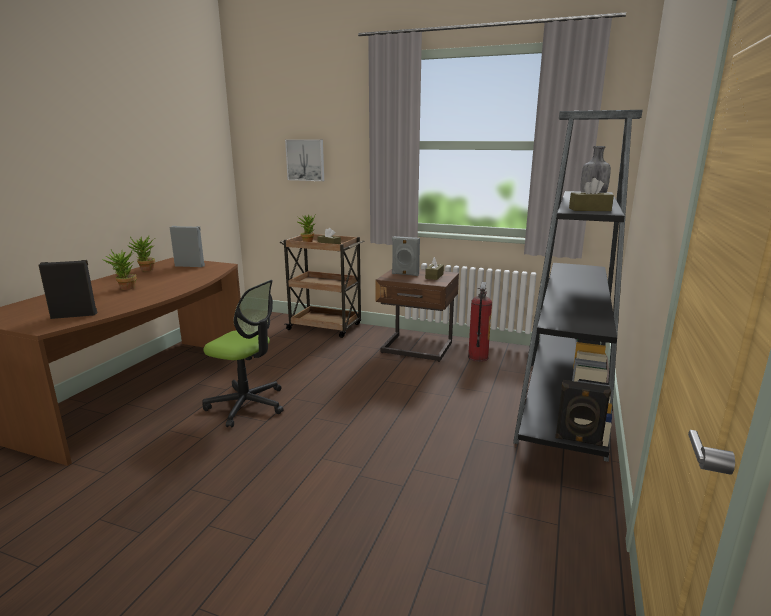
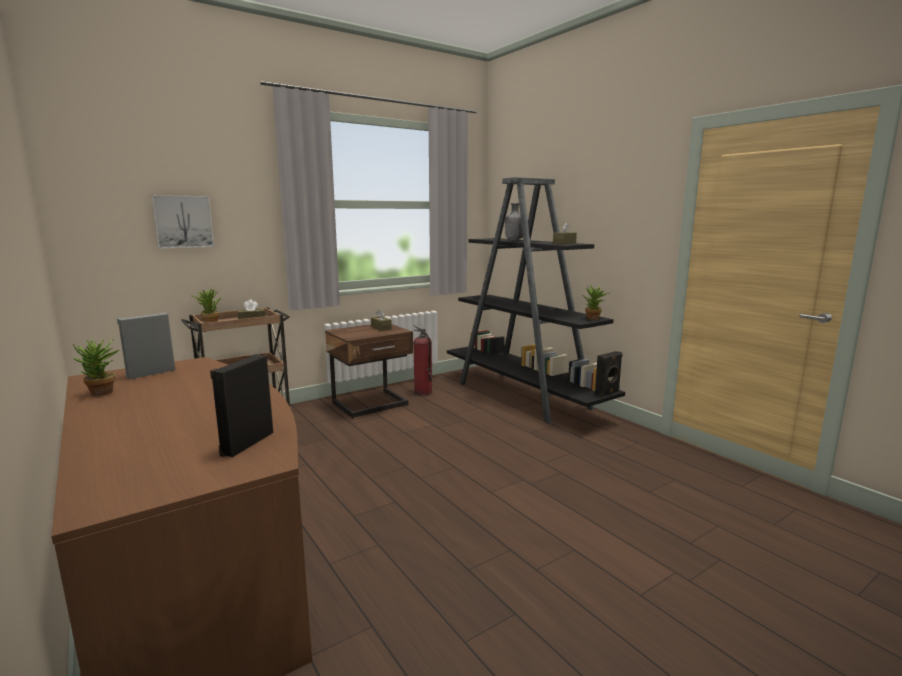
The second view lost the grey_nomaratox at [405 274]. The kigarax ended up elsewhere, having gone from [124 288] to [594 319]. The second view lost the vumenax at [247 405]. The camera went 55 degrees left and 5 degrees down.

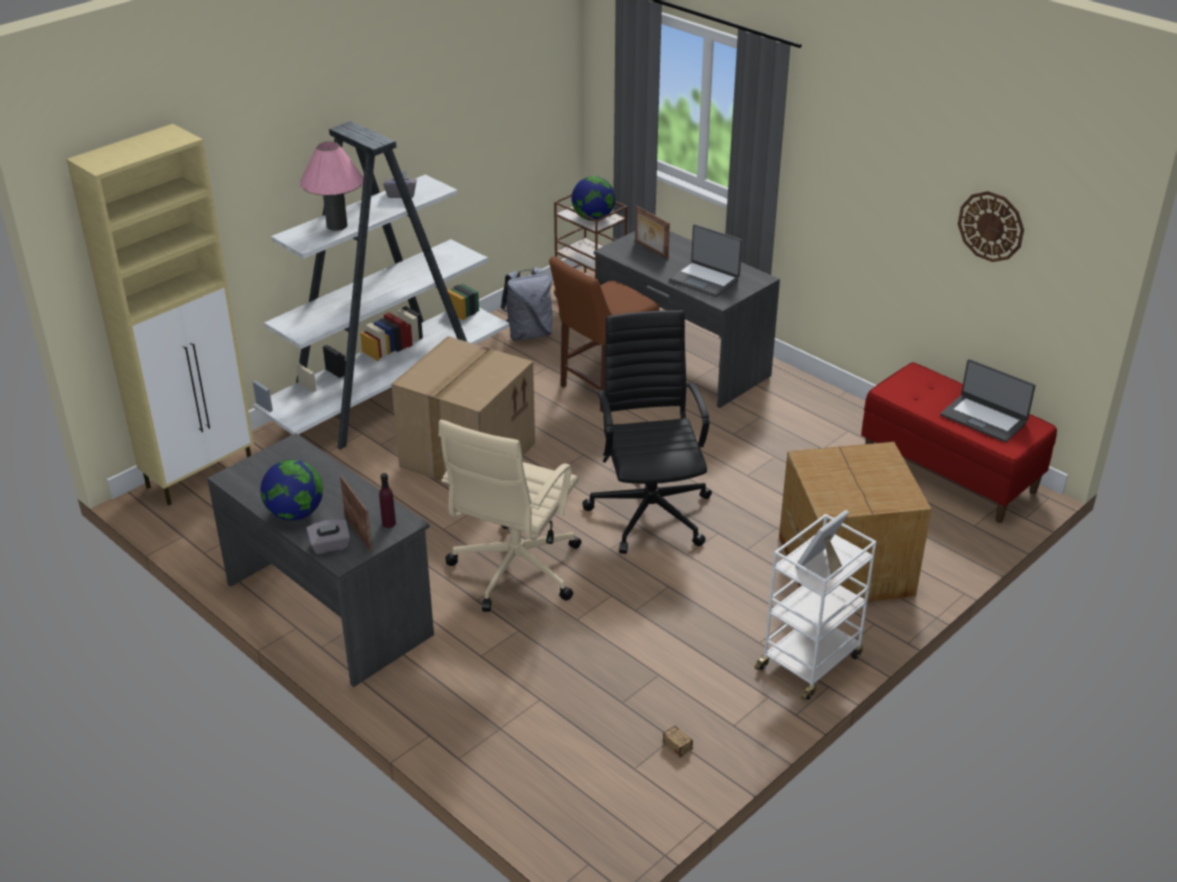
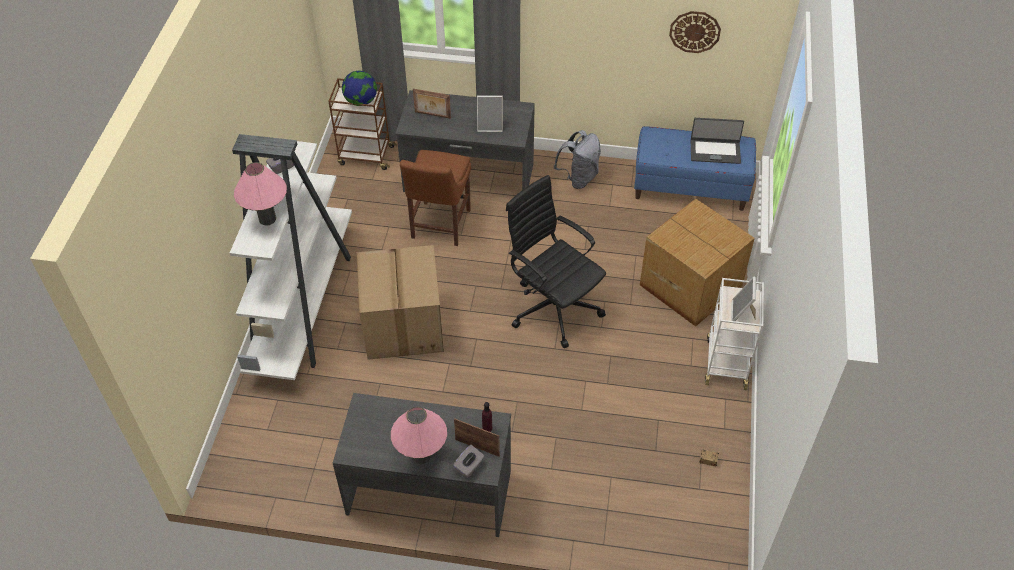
The second view lost the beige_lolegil at [201 474]. Where the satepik stood at [704 280], the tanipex came to stand at [490 126]. The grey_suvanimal ended up elsewhere, having gone from [529 334] to [578 178]. What was the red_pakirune at [949 473] turned into the blue_pakirune at [690 187]. The second view lost the beige_vumenax at [514 571]. Where the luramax stood at [295 514], the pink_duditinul came to stand at [421 456]. The camera went 35 degrees left and 15 degrees up.

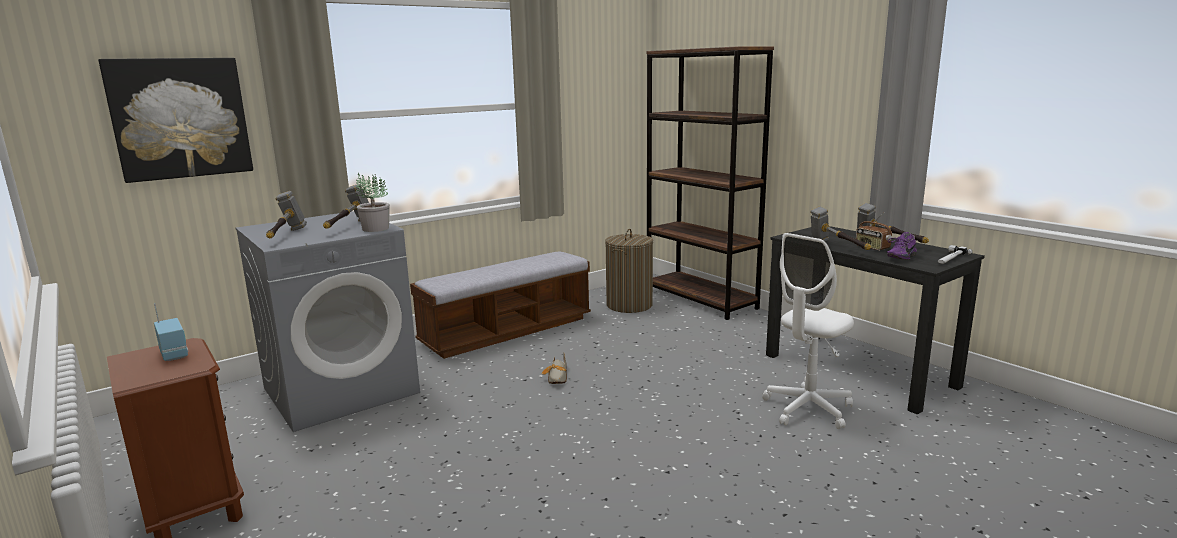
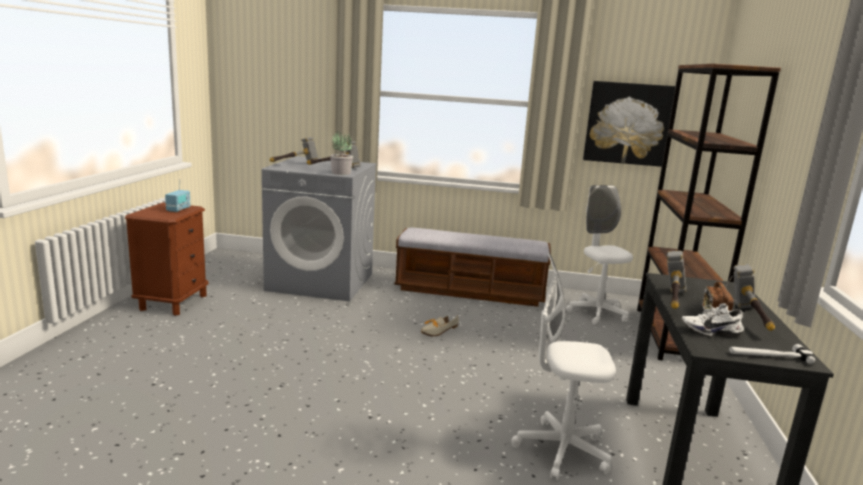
The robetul ended up elsewhere, having gone from [180 118] to [628 123]. Where the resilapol stood at [629 305], the white_vumenax came to stand at [596 313]. What was the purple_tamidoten at [899 257] turned into the white_tamidoten at [710 331]. The camera went 45 degrees right and 0 degrees up.

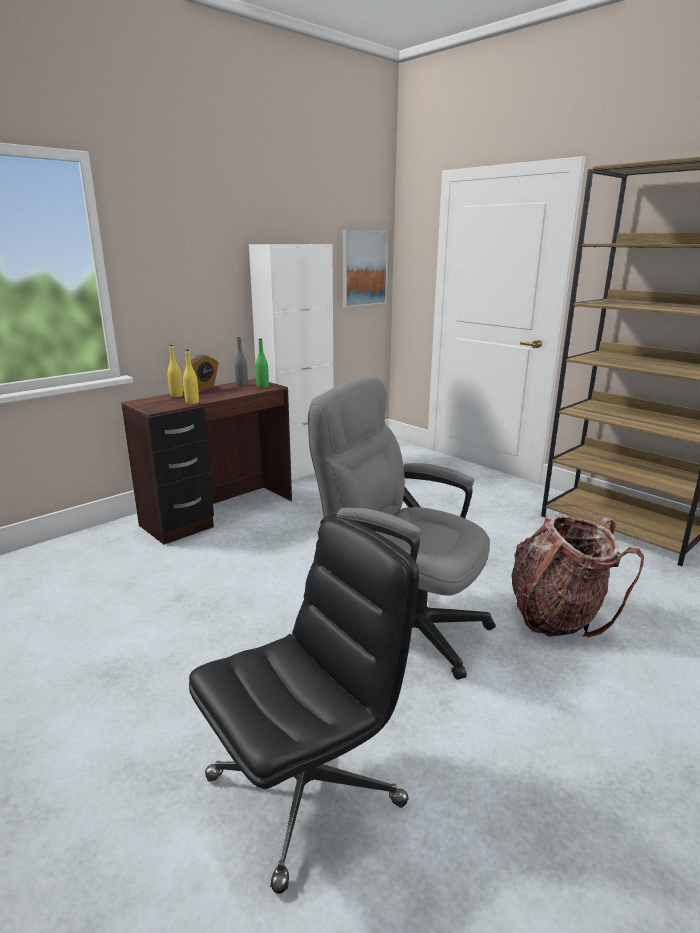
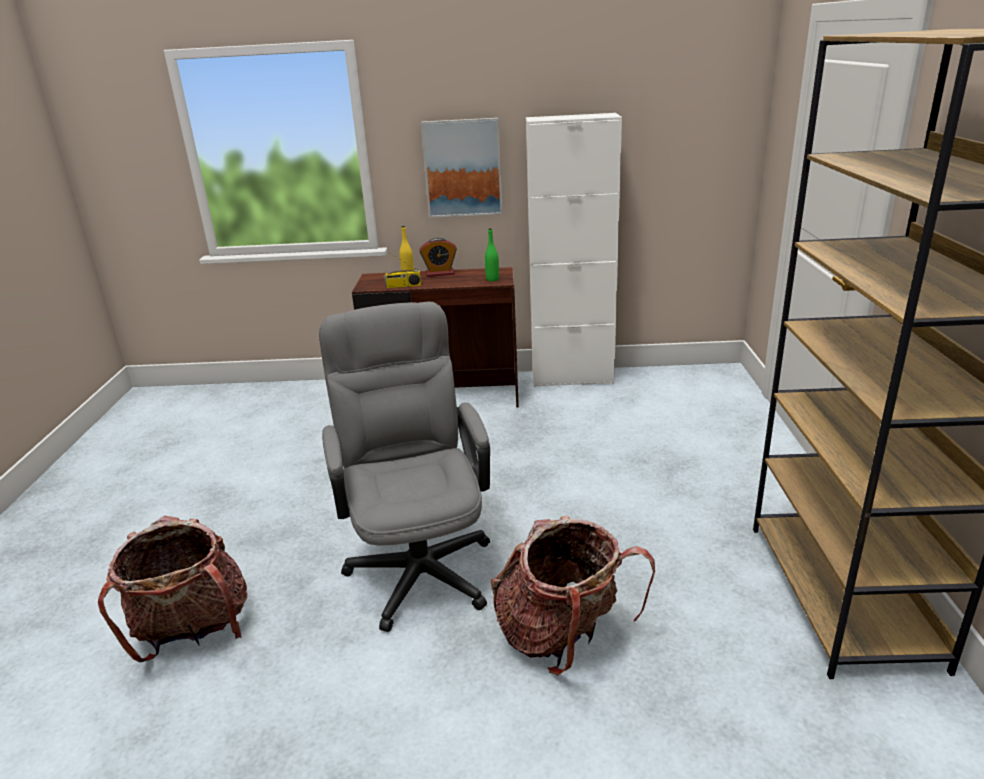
The robetul ended up elsewhere, having gone from [363 268] to [463 168]. The second view lost the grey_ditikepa at [242 385]. Where the yellow_ditikepa stood at [192 402], the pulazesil came to stand at [403 286]. Where the black_vumenax stood at [306 788], the suvanimal came to stand at [193 631]. The camera went 45 degrees right and 5 degrees up.

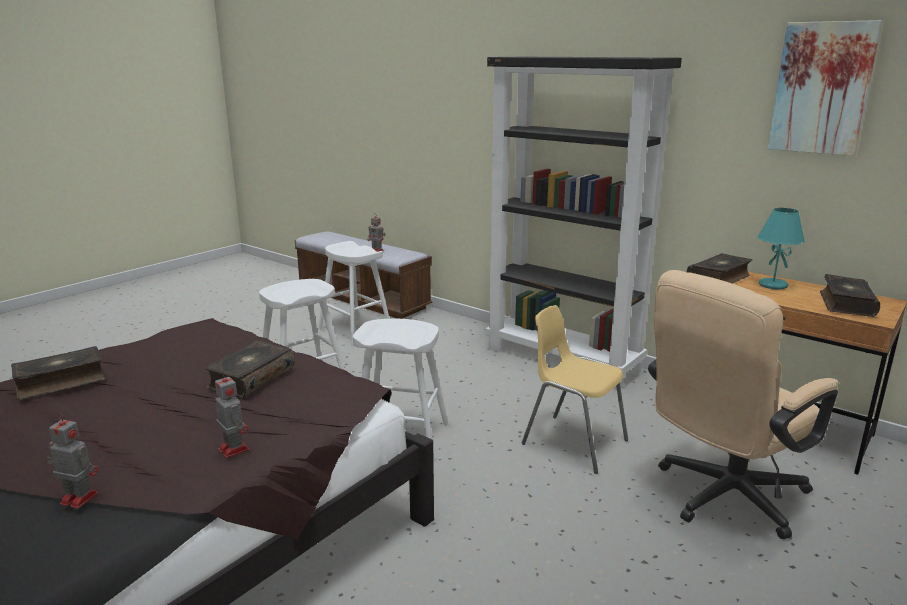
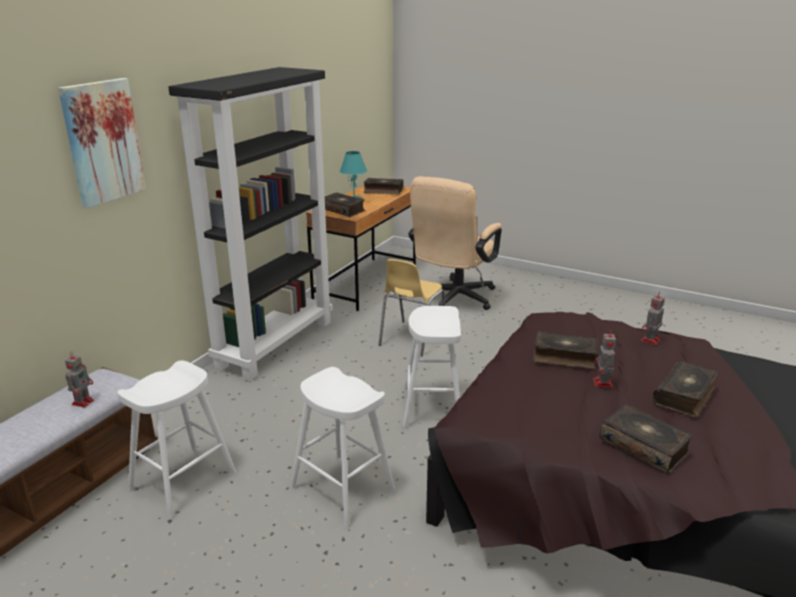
The robetul ended up elsewhere, having gone from [822 88] to [103 142]. The beige_vumenax at [722 498] ended up facing another way, 75 degrees clockwise from before. The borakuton ended up elsewhere, having gone from [78 498] to [602 383]. The second view gained the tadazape at [685 396]. The camera went 100 degrees left and 5 degrees up.

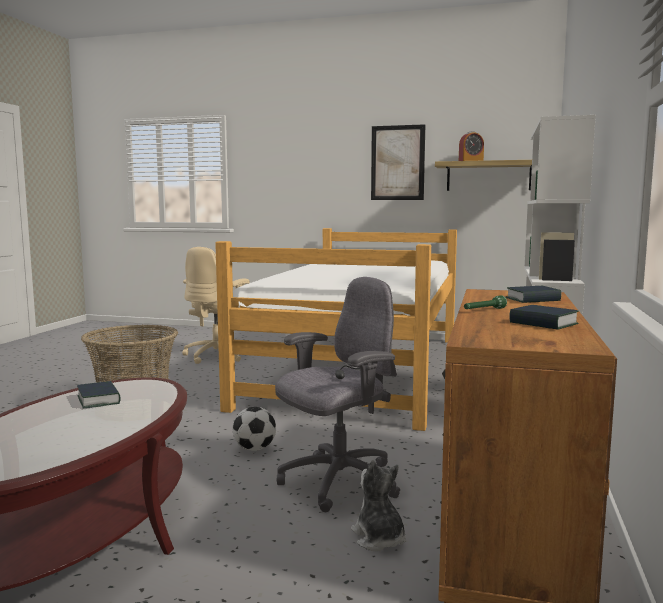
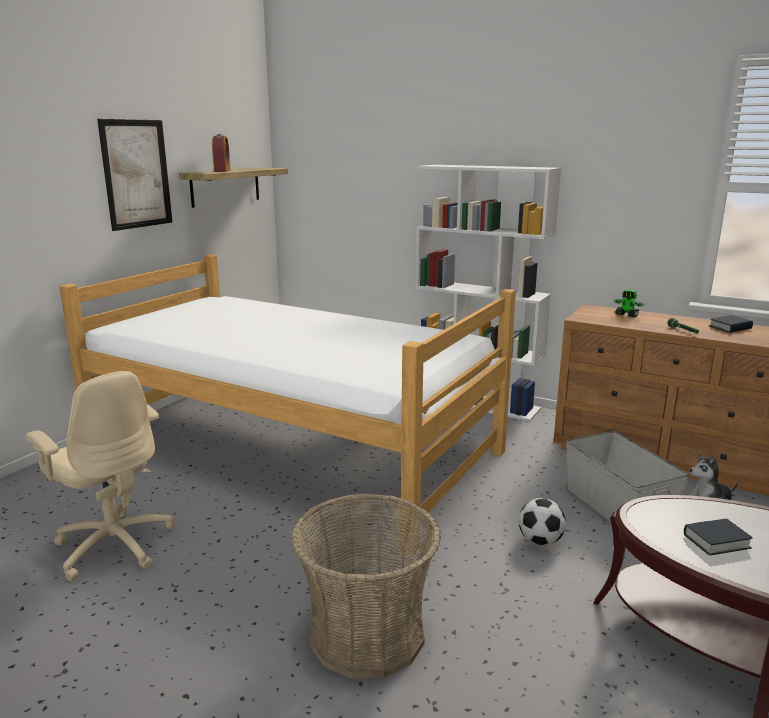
Where the grey_vumenax stood at [338 482], the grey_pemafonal came to stand at [617 507]. Where the tadazape stood at [533 299], the borakuton came to stand at [627 315]. The camera went 75 degrees left and 10 degrees up.

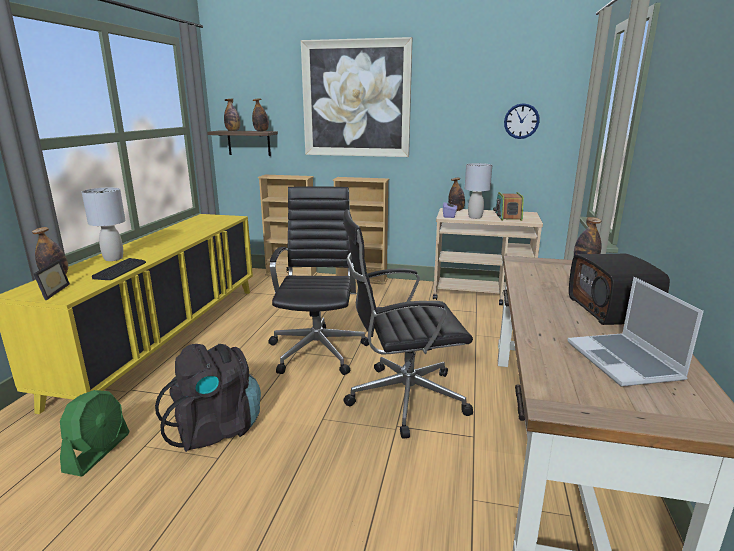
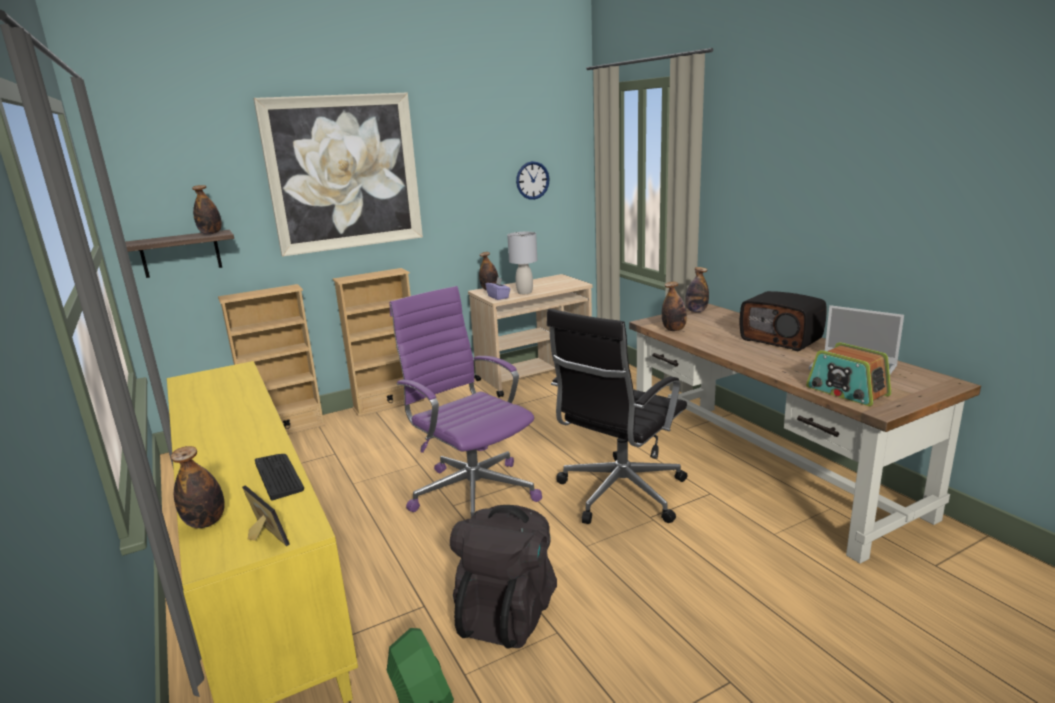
The ditikepa ended up elsewhere, having gone from [233 131] to [674 329]. What was the black_vumenax at [318 349] turned into the purple_vumenax at [472 492]. The second view lost the grey_duditinul at [113 258]. The pulazesil ended up elsewhere, having gone from [507 216] to [847 391]. The camera went 40 degrees left and 0 degrees up.

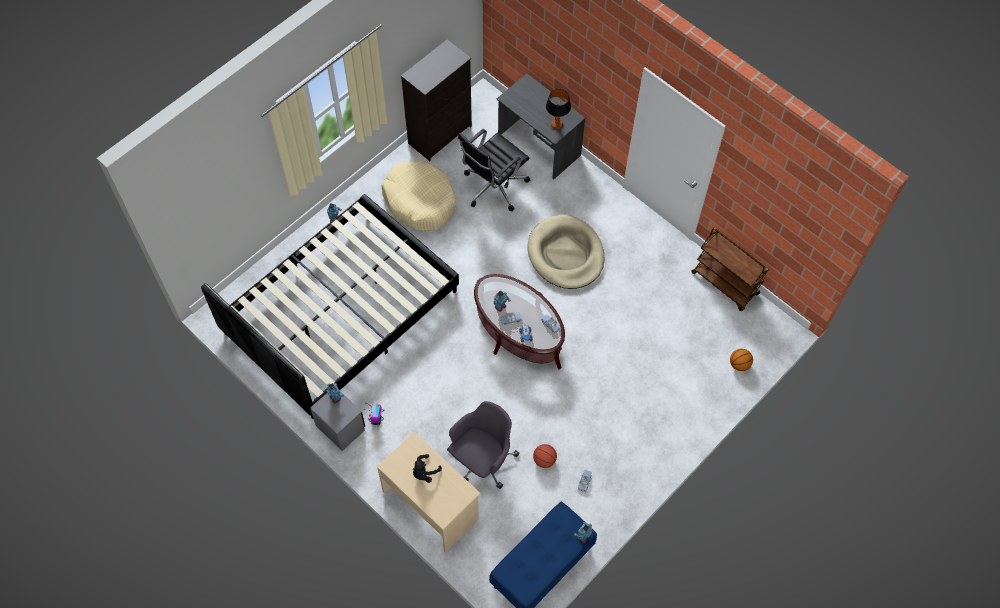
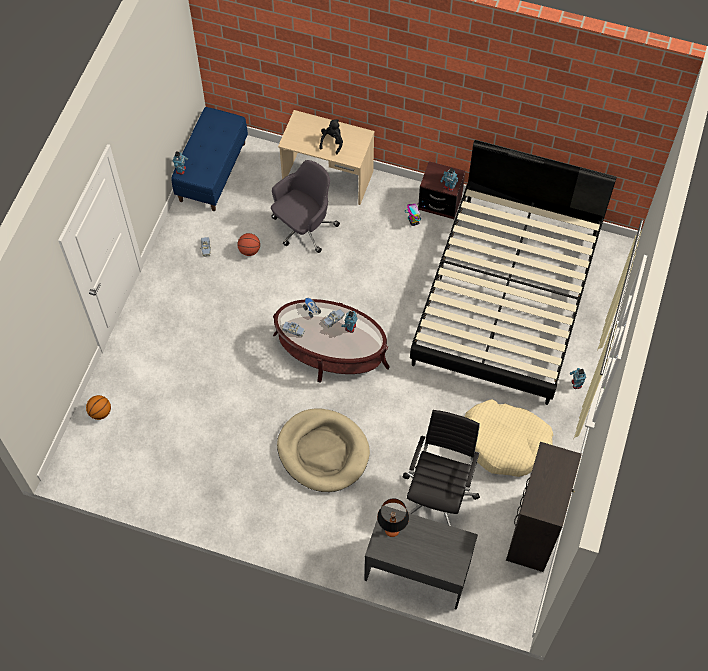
The second view lost the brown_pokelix at [725 284]. What was the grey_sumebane at [340 427] turned into the brown_sumebane at [440 203]. The grey_vumenax at [482 460] ended up facing another way, 150 degrees counterclockwise from before. The camera went 155 degrees right and 0 degrees up.

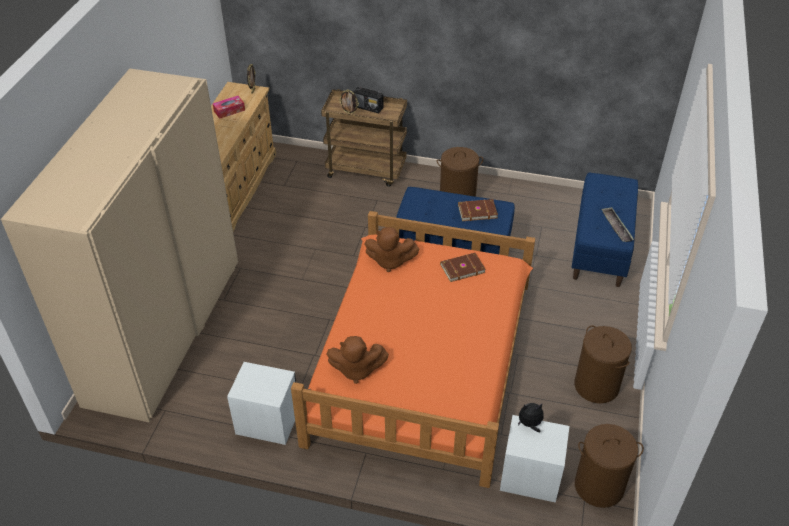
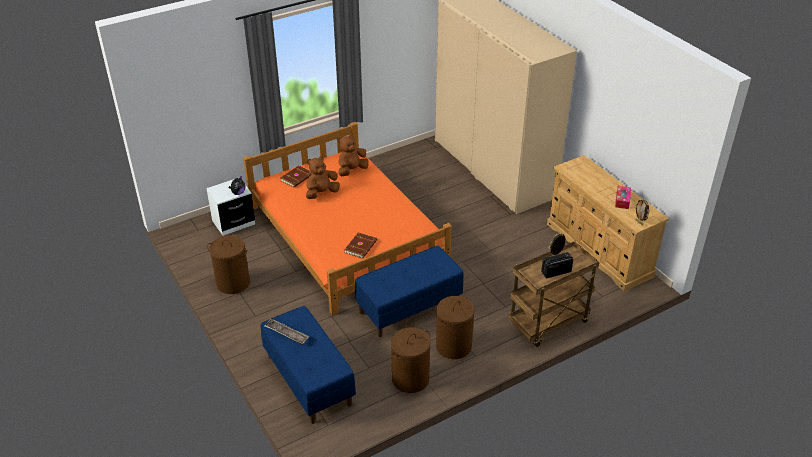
The brown_tadazape ended up elsewhere, having gone from [477 211] to [297 178]. The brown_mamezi ended up elsewhere, having gone from [390 261] to [321 193]. The second view lost the white_sumebane at [267 422]. The brown_resilapol ended up elsewhere, having gone from [599 486] to [410 379]. The camera went 135 degrees right and 5 degrees down.

